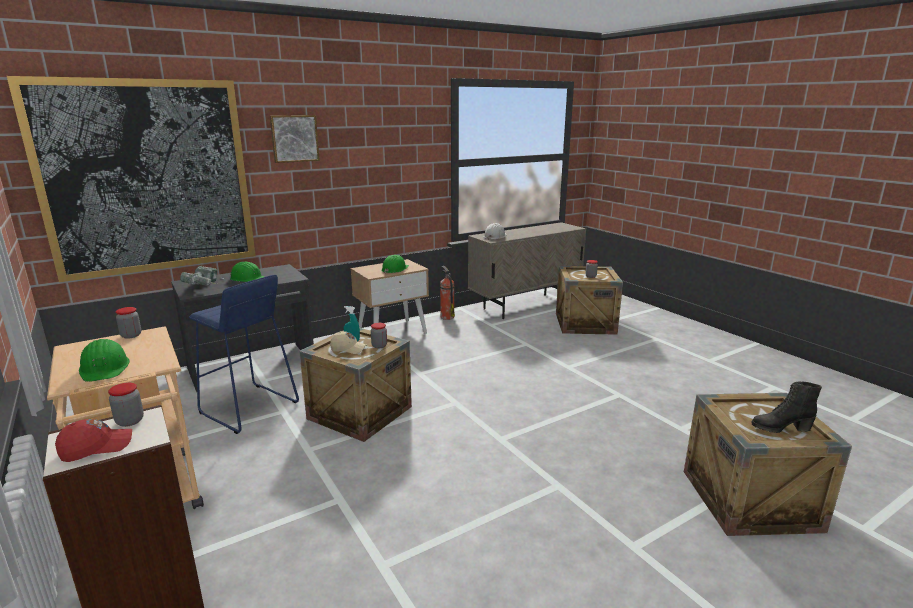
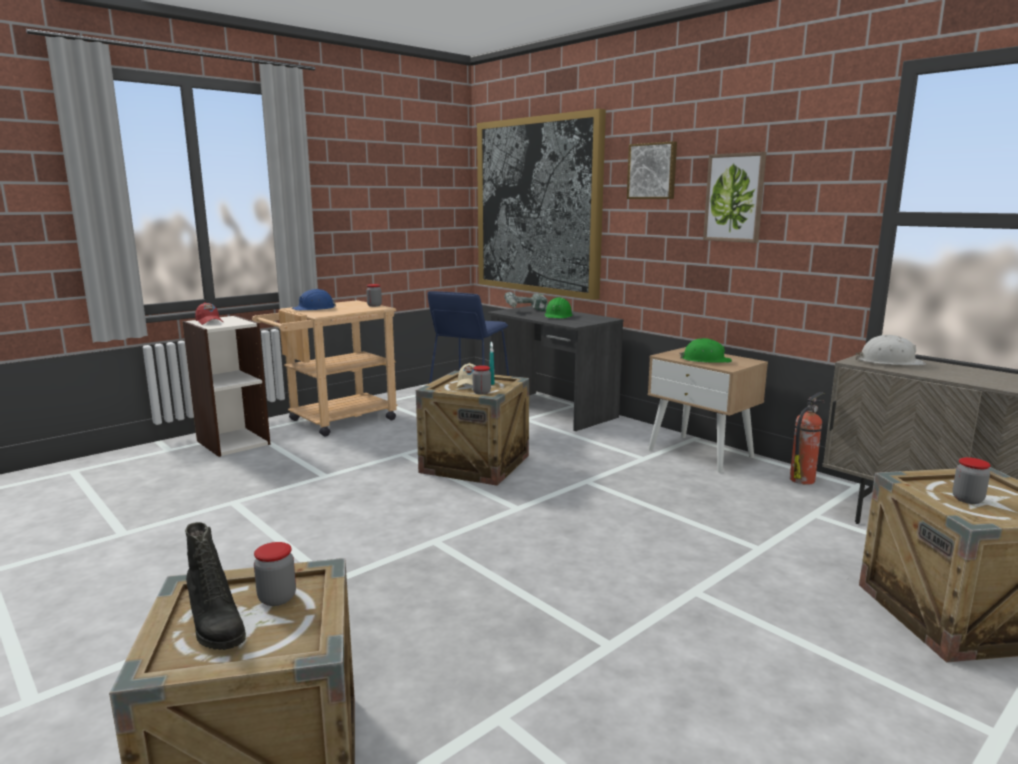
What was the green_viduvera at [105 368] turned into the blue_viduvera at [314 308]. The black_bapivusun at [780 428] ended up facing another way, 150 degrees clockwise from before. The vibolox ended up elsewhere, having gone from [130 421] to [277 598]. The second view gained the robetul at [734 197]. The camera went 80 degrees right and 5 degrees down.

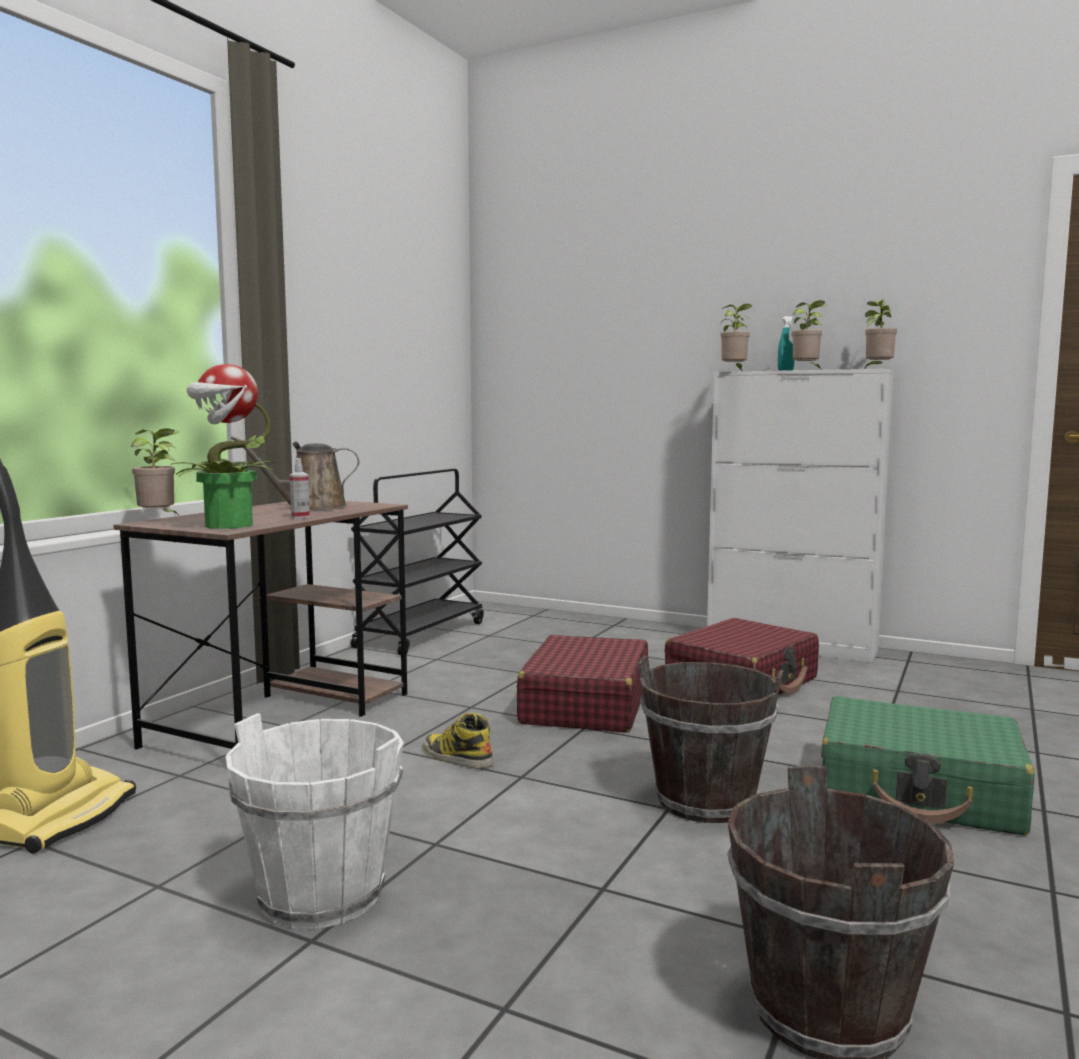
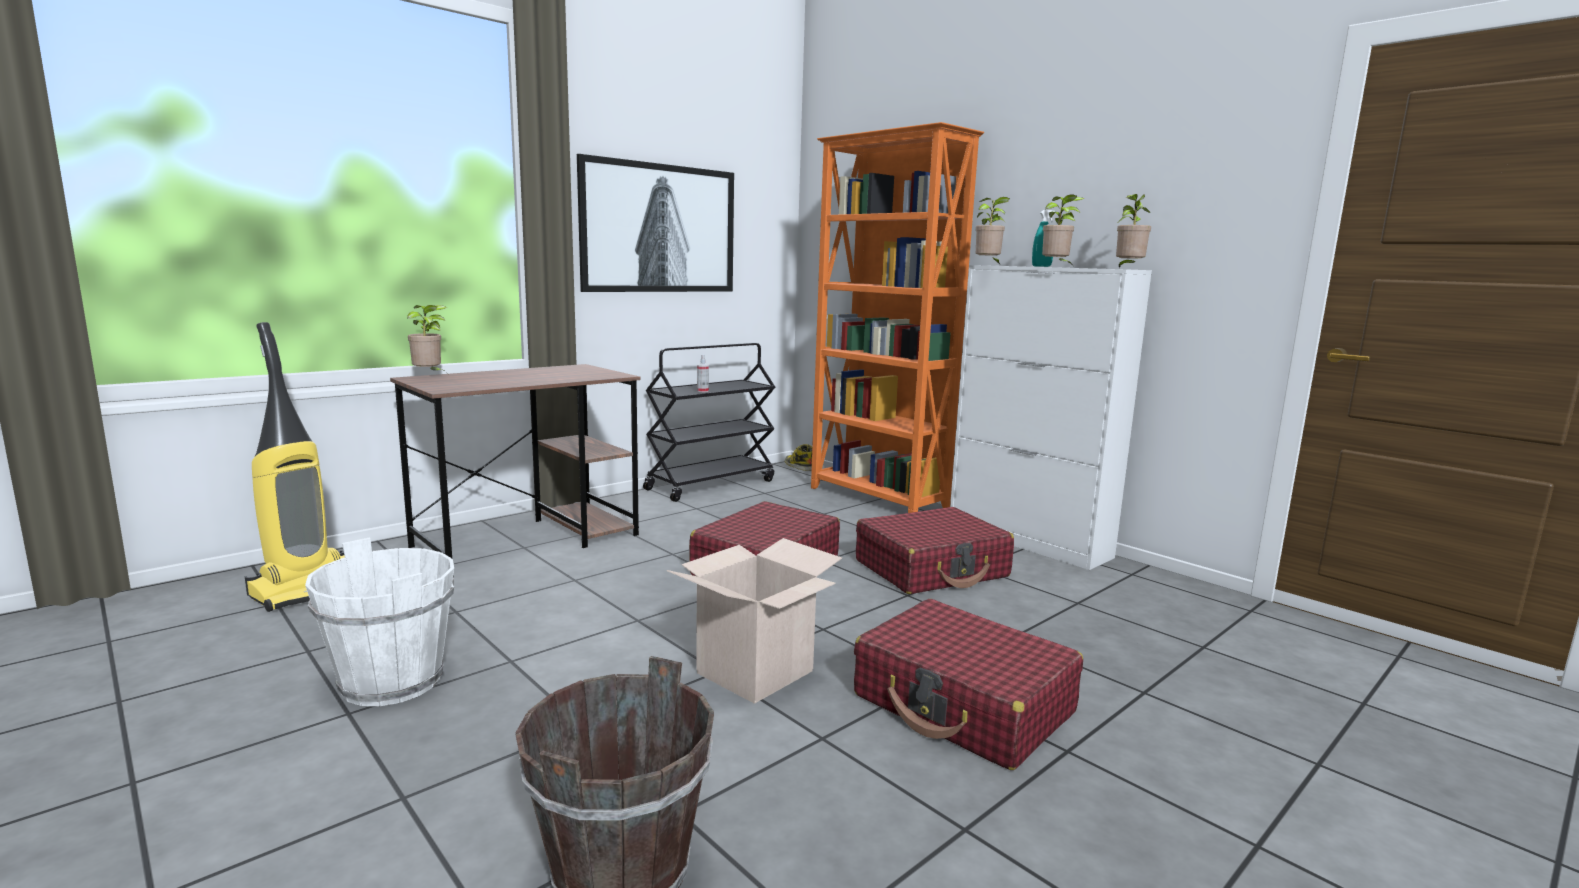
The second view lost the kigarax at [227 525]. The second view lost the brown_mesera at [310 508]. The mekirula ended up elsewhere, having gone from [300 517] to [702 391]. Where the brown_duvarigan stood at [705 801], the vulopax came to stand at [755 672]. What was the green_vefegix at [920 791] turned into the red_vefegix at [963 705]. The bapivusun ended up elsewhere, having gone from [456 757] to [798 466]. The second view gained the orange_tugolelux at [877 499]. The second view gained the robetul at [660 228]. The camera went 20 degrees right and 5 degrees up.

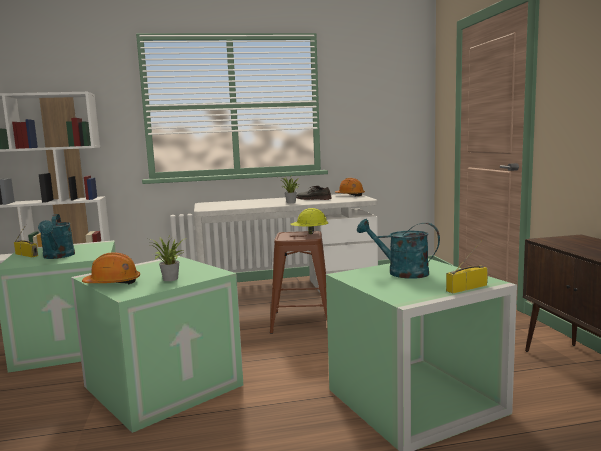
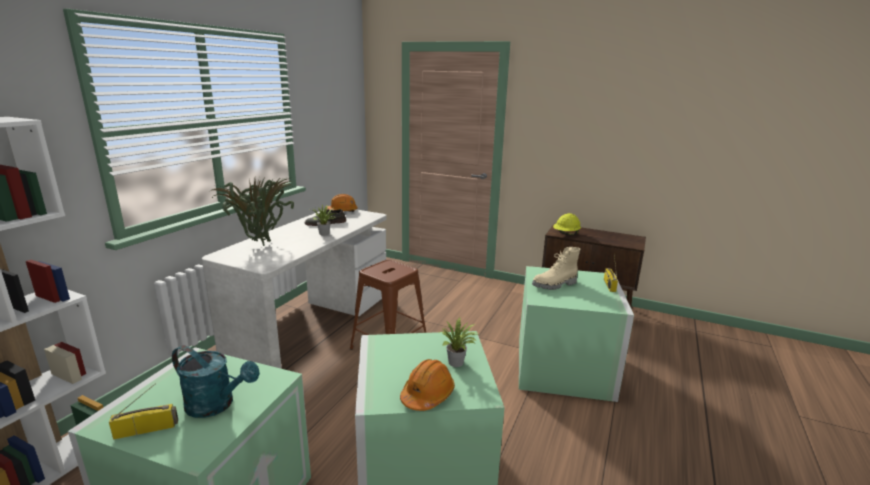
The yellow_viduvera ended up elsewhere, having gone from [309 233] to [566 234]. Where the turquoise_mesera stood at [400 272], the beige_bapivusun came to stand at [555 285]. The second view gained the kigarax at [259 245]. The camera went 55 degrees left and 10 degrees up.

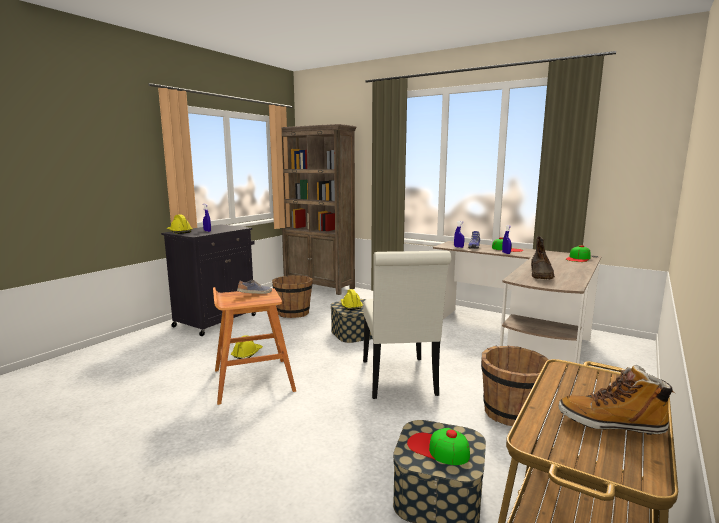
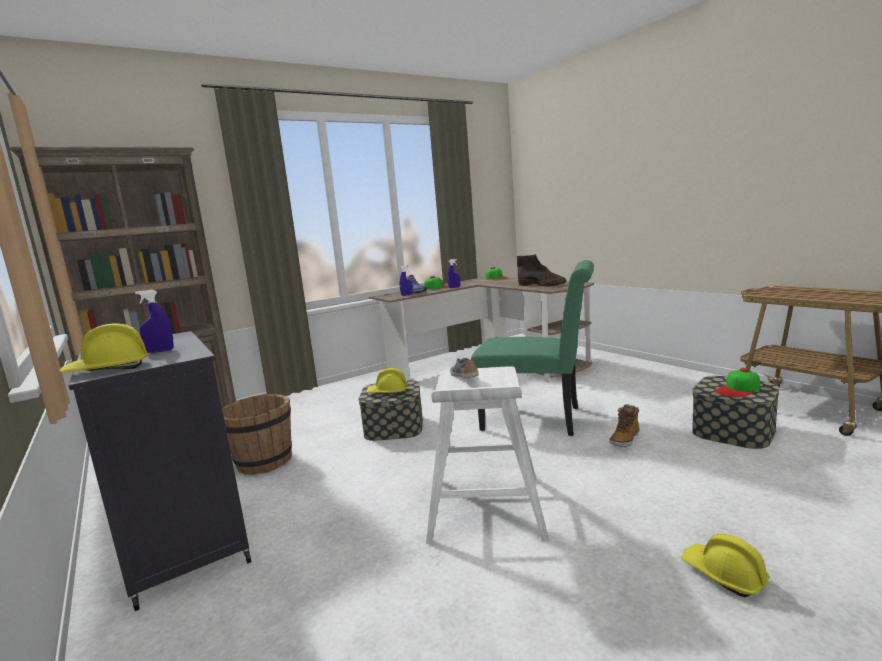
What was the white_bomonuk at [399 381] turned into the green_bomonuk at [539 419]. What was the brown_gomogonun at [252 380] turned into the white_gomogonun at [485 508]. The yellow_viduvera ended up elsewhere, having gone from [247 354] to [723 575]. The second view lost the brown_duvarigan at [511 413]. The bapivusun ended up elsewhere, having gone from [611 423] to [625 439]. The camera went 65 degrees left and 0 degrees up.

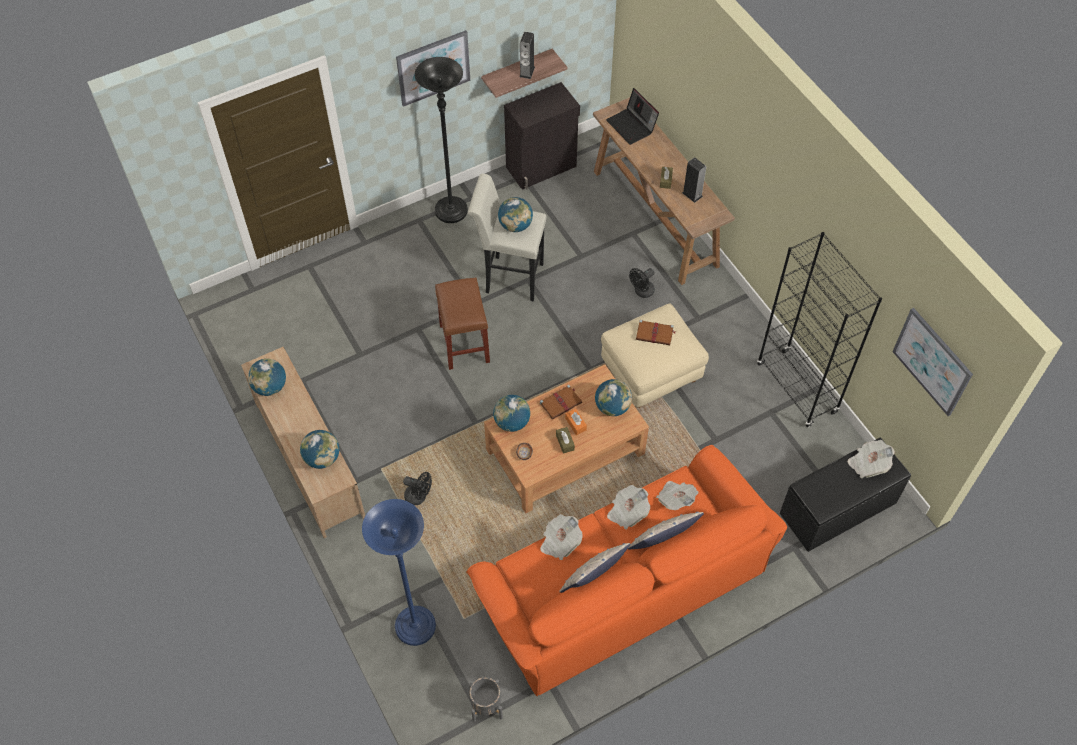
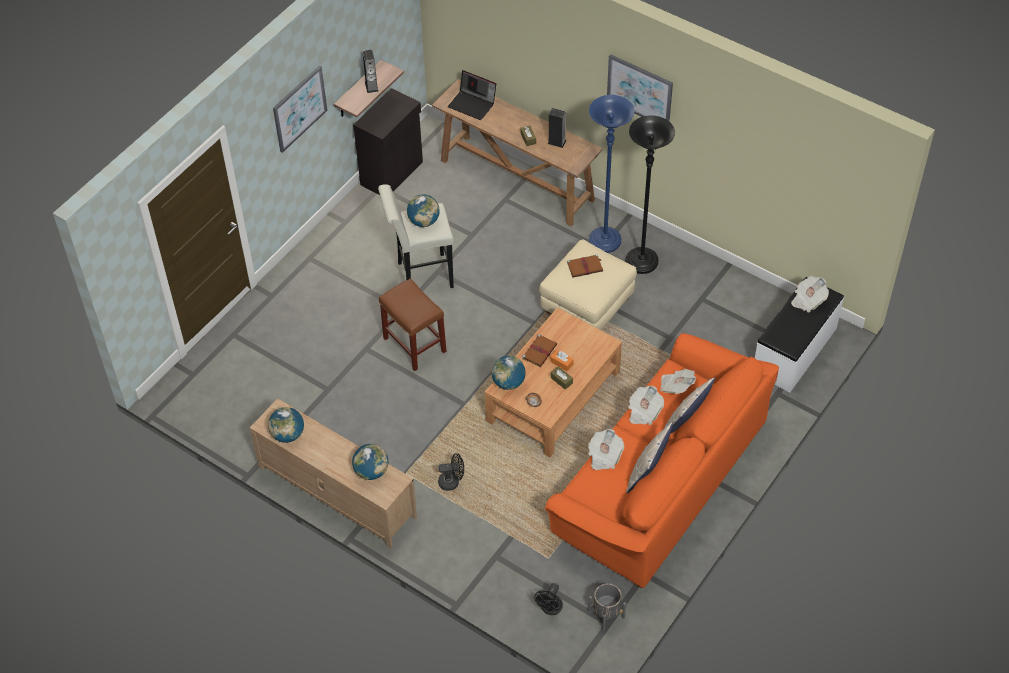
The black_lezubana ended up elsewhere, having gone from [451 211] to [642 262]. The second view lost the black_tugolelux at [796 388]. The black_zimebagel ended up elsewhere, having gone from [642 292] to [550 609]. The robetul ended up elsewhere, having gone from [932 361] to [639 91]. The second view lost the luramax at [612 407]. What was the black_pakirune at [838 509] turned into the white_pakirune at [795 351]. The blue_lezubana ended up elsewhere, having gone from [415 626] to [604 241]. The camera went 25 degrees left and 5 degrees down.

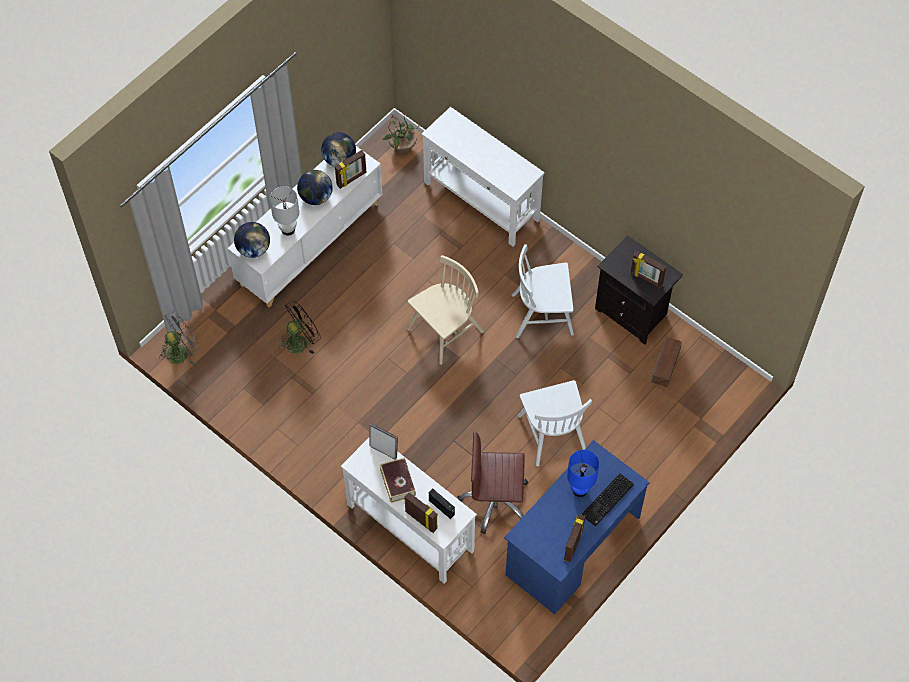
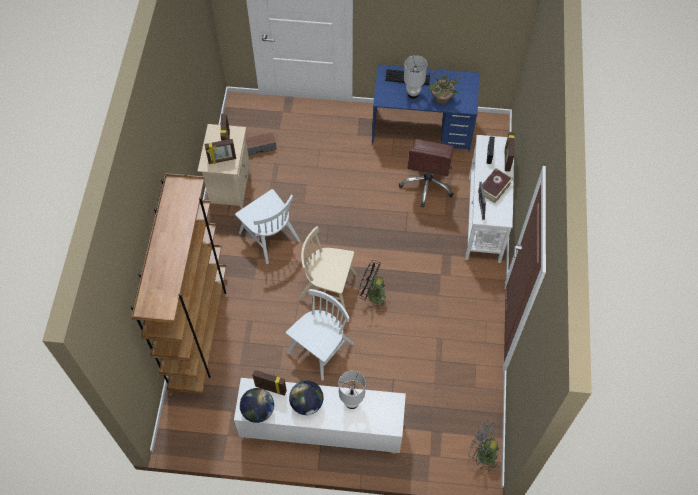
Where the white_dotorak stood at [481 202], the brown_tugolelux came to stand at [199 332]. The kigarax ended up elsewhere, having gone from [402 147] to [442 98]. The second view lost the luramax at [253 249]. What was the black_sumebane at [633 312] turned into the beige_sumebane at [229 186]. The black_zimebagel ended up elsewhere, having gone from [300 340] to [372 295]. The white_bomonuk ended up elsewhere, having gone from [552 433] to [320 349]. The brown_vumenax at [495 501] ended up facing another way, 45 degrees clockwise from before. What was the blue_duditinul at [580 489] turned into the white_duditinul at [412 94]. The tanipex ended up elsewhere, having gone from [572 545] to [222 160]. The camera went 125 degrees left and 0 degrees up.

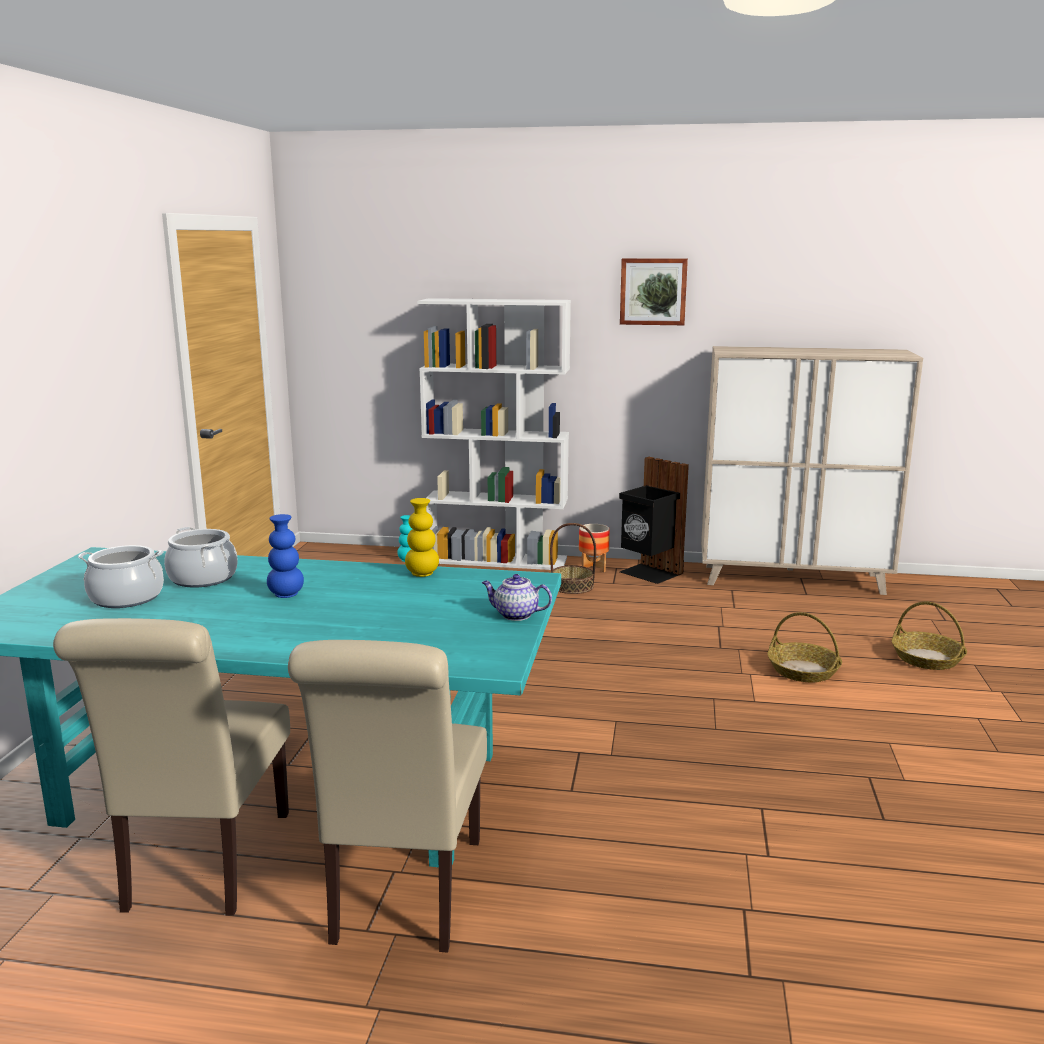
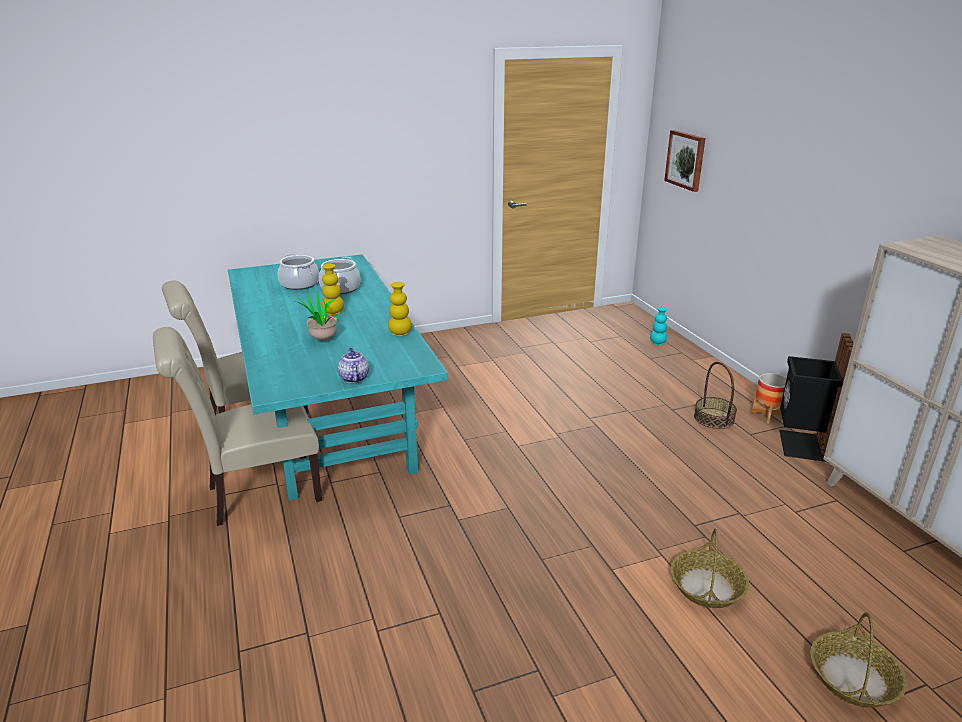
The robetul ended up elsewhere, having gone from [653 291] to [686 160]. The second view lost the white_tugolelux at [497 560]. What was the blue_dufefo at [286 595] turned into the yellow_dufefo at [333 313]. The second view gained the kigarax at [321 339]. The camera went 60 degrees right and 10 degrees up.

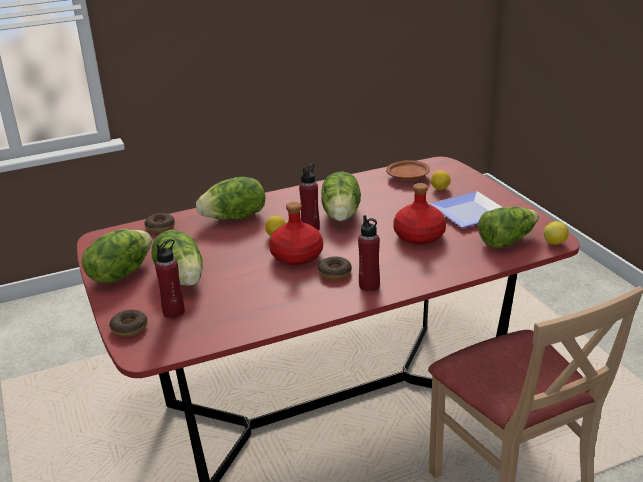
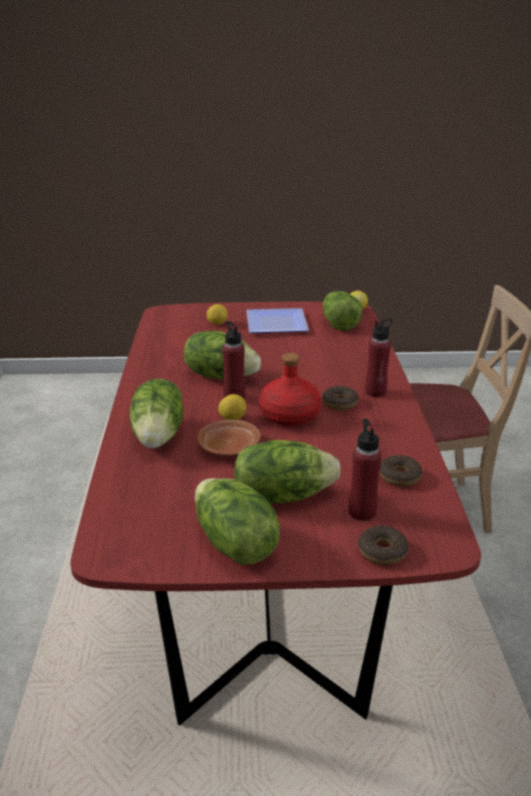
The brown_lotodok ended up elsewhere, having gone from [408 177] to [229 447]. The second view lost the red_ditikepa at [419 236]. The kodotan ended up elsewhere, having gone from [160 227] to [399 476]. The camera went 70 degrees left and 0 degrees up.

